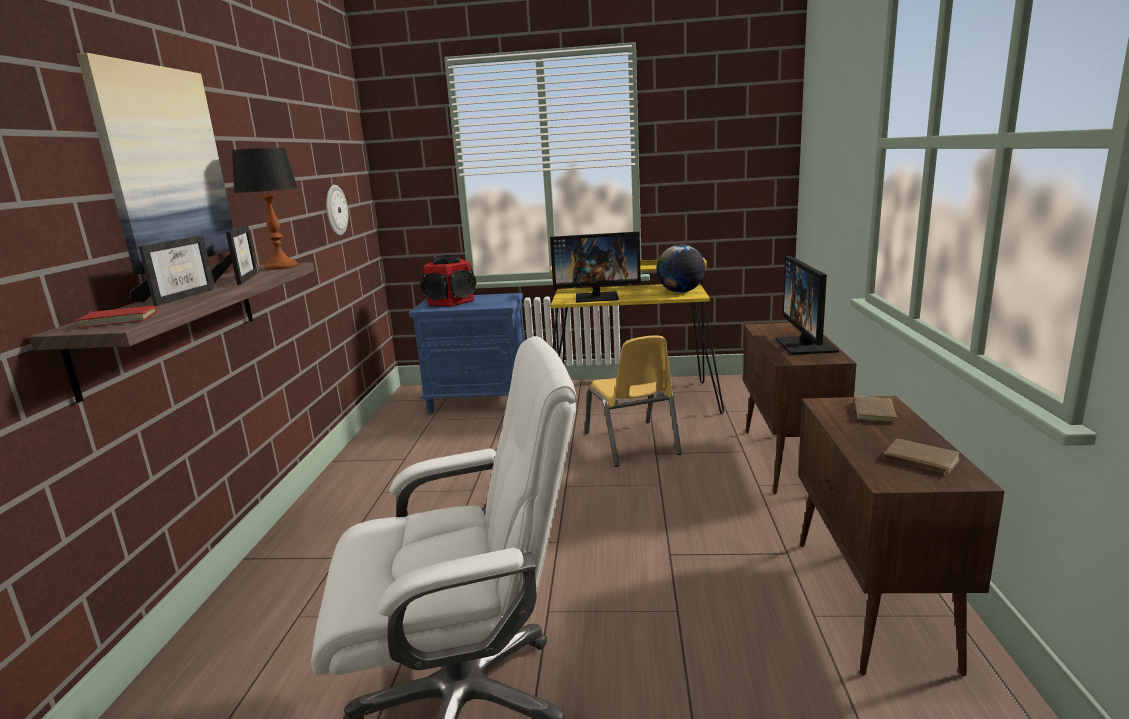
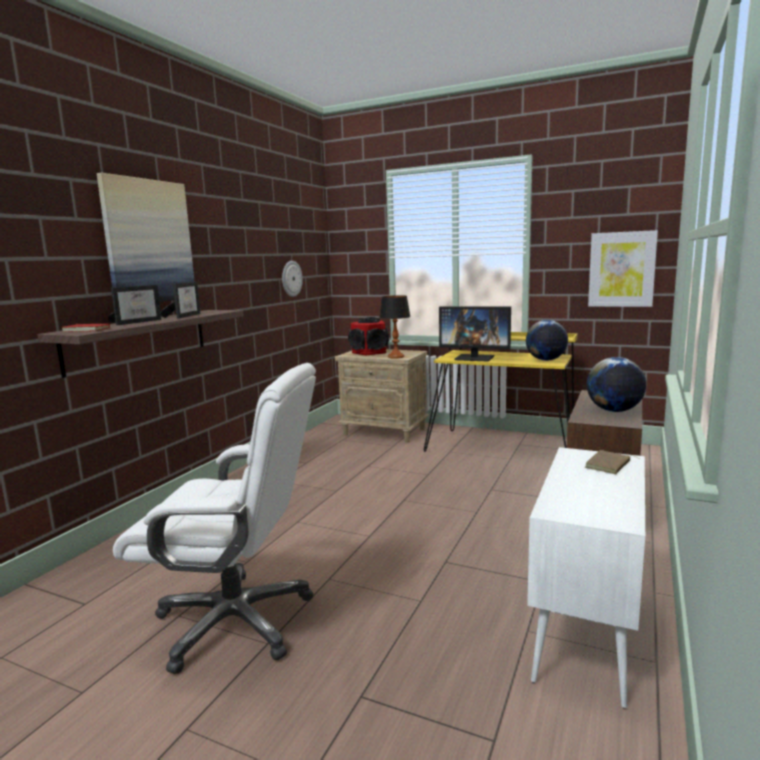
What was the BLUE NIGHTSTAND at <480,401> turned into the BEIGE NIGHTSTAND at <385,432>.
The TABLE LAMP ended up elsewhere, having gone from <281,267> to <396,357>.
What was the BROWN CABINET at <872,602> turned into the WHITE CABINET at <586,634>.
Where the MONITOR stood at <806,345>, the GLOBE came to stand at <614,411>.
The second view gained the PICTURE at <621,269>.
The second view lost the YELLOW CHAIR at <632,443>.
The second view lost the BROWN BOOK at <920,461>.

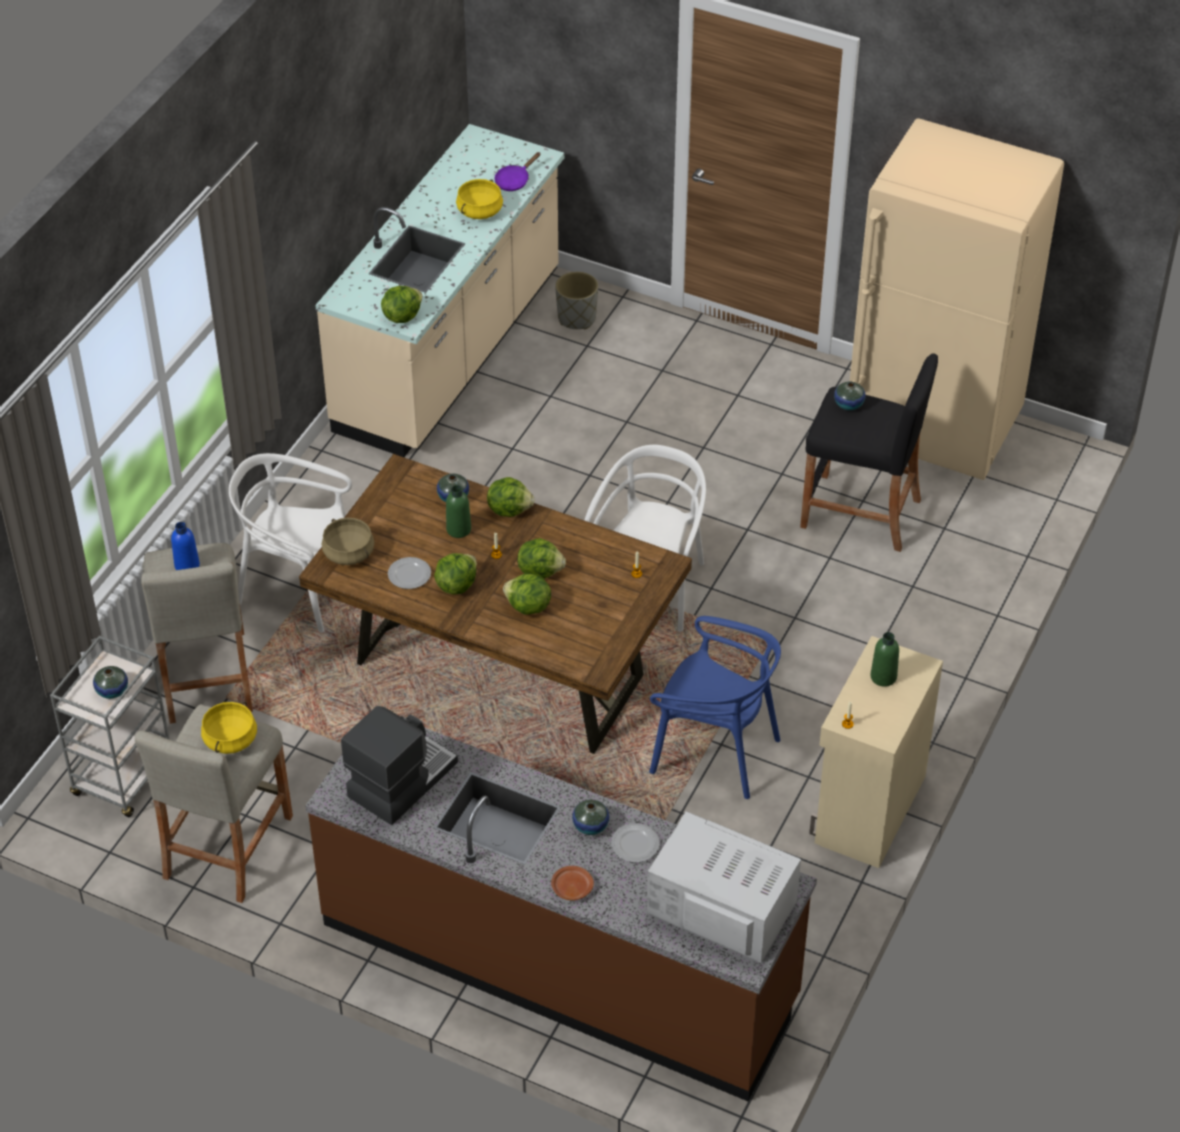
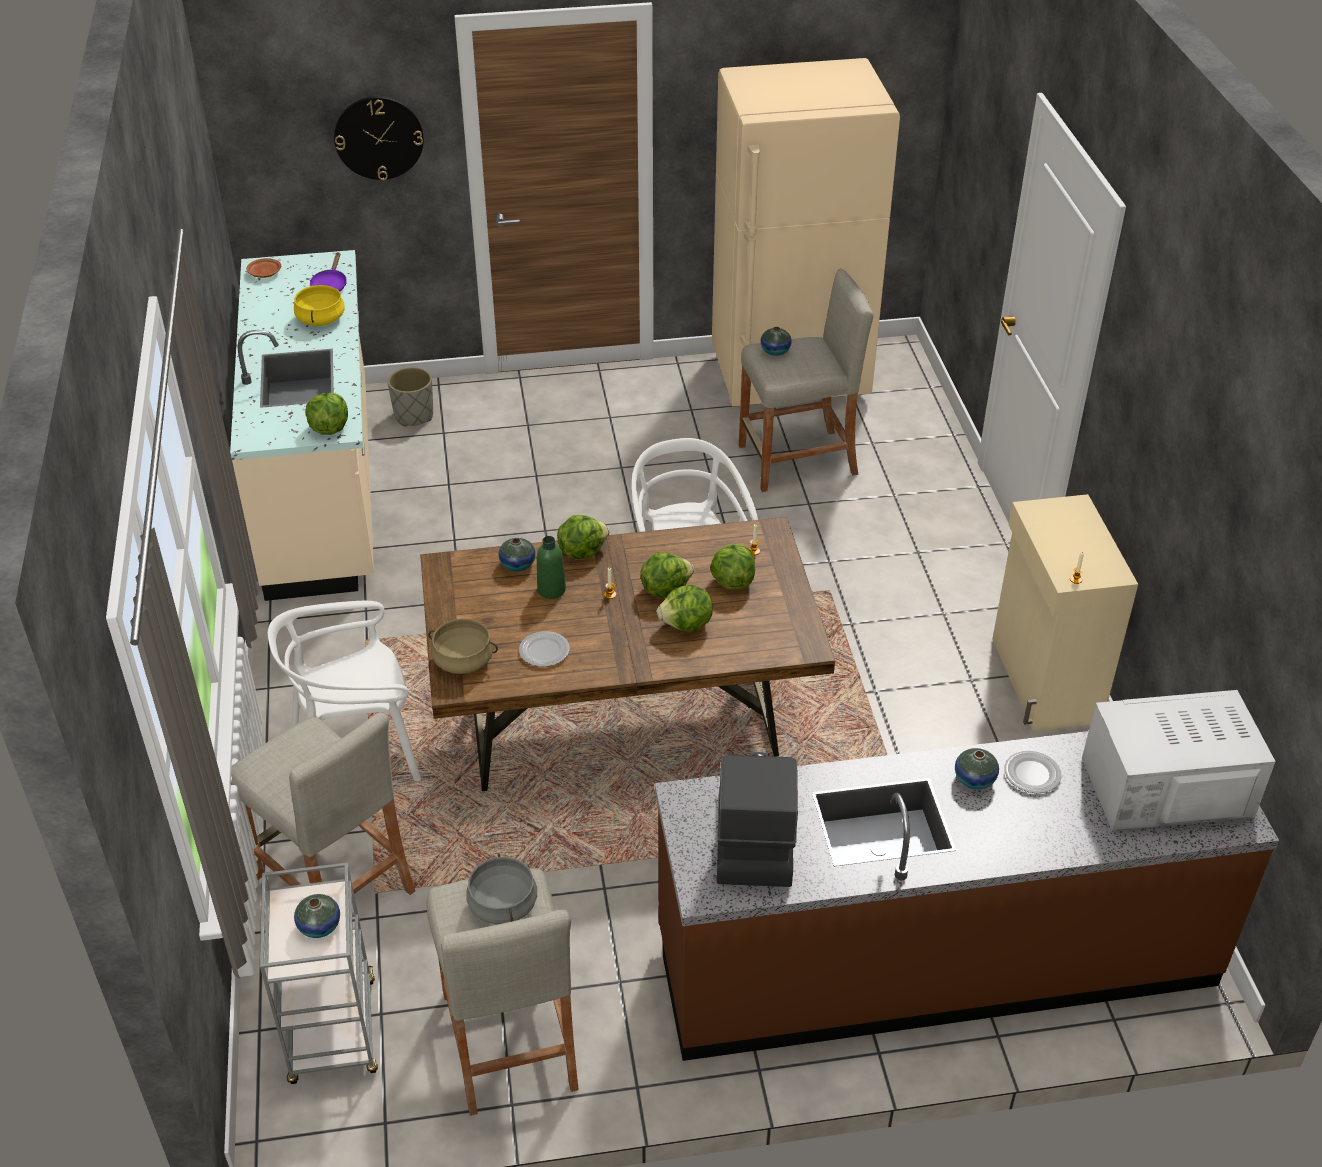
The BROWN PLATE ended up elsewhere, having gone from <571,888> to <264,273>.
The second view gained the WALL CLOCK at <379,137>.
What was the YELLOW COOKING POT at <230,739> turned into the GREY COOKING POT at <503,904>.
The LETTUCE ended up elsewhere, having gone from <456,585> to <732,581>.
What was the BLACK STOOL at <860,513> turned into the BEIGE STOOL at <798,460>.
The second view lost the BLUE BOTTLE at <187,566>.
The second view lost the BLUE CHAIR at <714,752>.
The second view lost the GREEN BOTTLE at <883,677>.

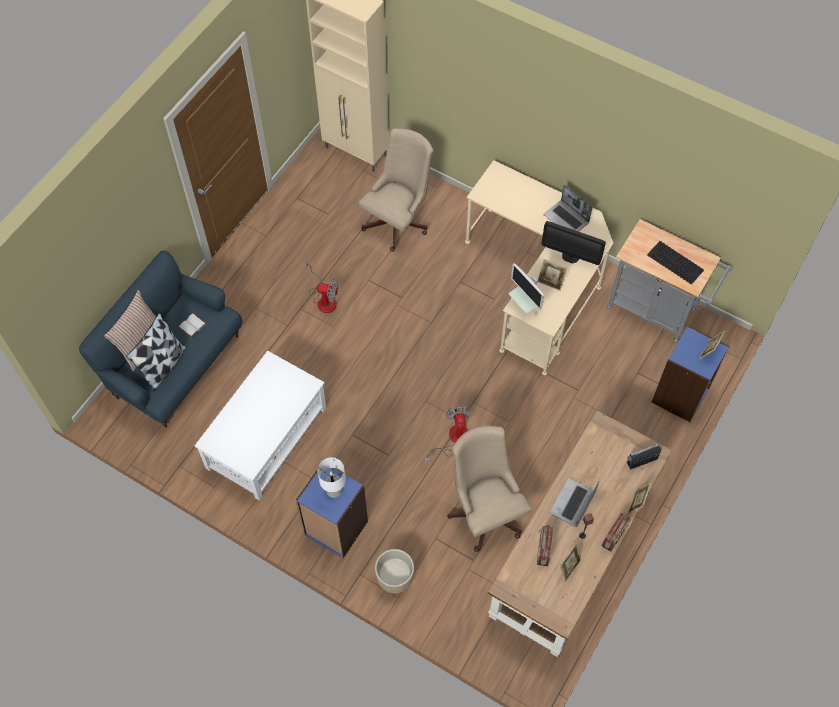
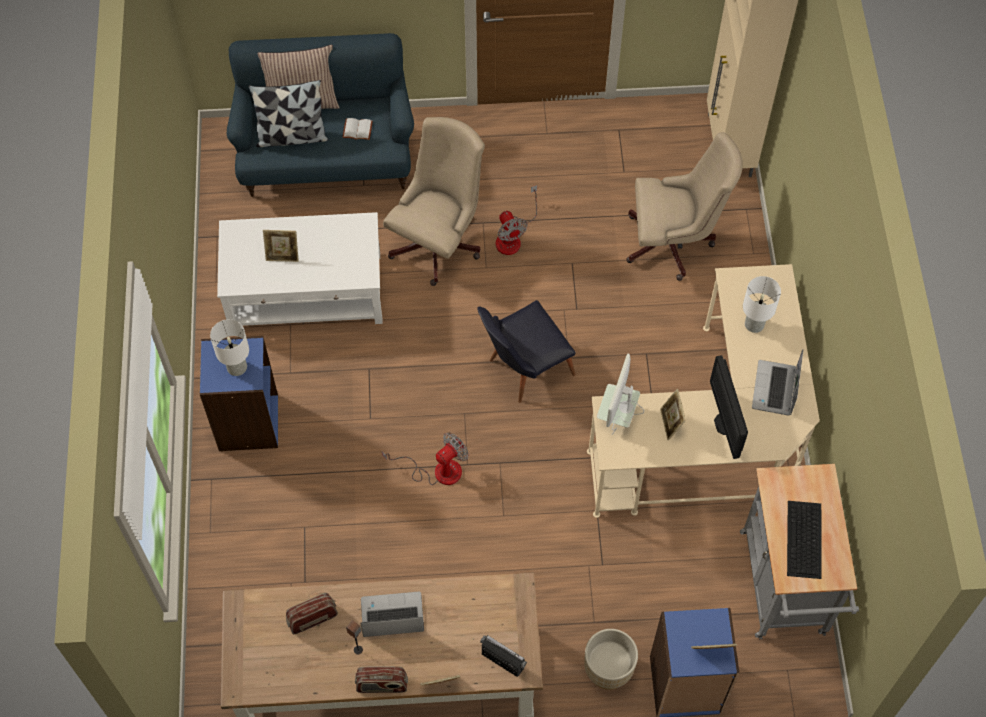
The PICTURE FRAME ended up elsewhere, having gone from <568,567> to <283,256>.
The BEIGE OFFICE CHAIR ended up elsewhere, having gone from <485,511> to <439,241>.
The second view gained the BLACK CHAIR at <523,369>.
The BEIGE PLANTER ended up elsewhere, having gone from <395,579> to <608,669>.
The second view gained the WHITE TABLE LAMP at <754,324>.

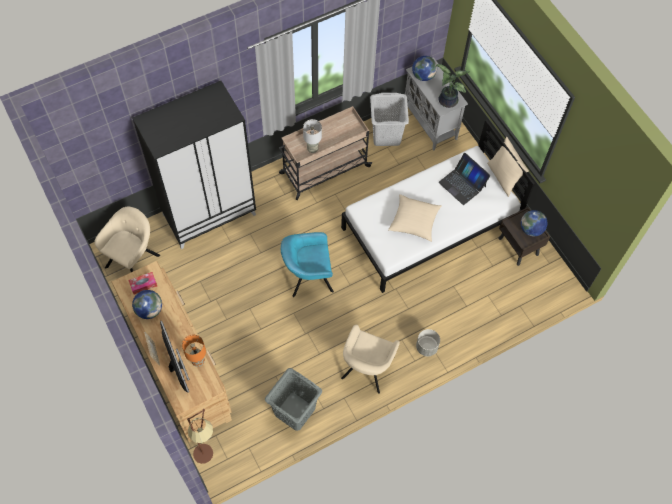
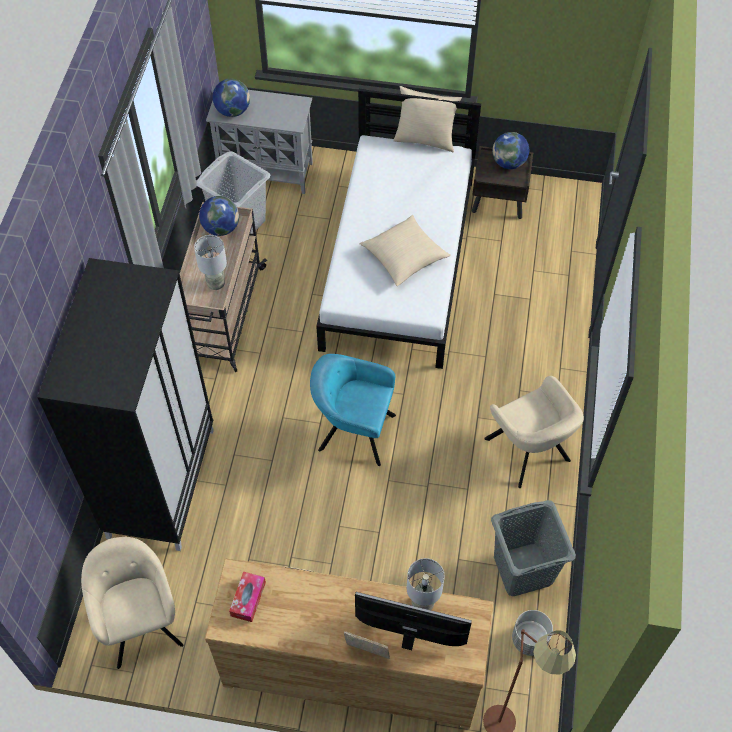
The GLOBE ended up elsewhere, having gone from <149,310> to <221,228>.
The TURQUOISE ARMCHAIR at <308,277> ended up facing another way, 75 degrees clockwise from before.
What was the ORANGE TABLE LAMP at <198,361> turned into the GREY TABLE LAMP at <423,604>.
The GREY PLANTER ended up elsewhere, having gone from <426,347> to <530,639>.
The second view lost the POTTED PLANT at <446,101>.
The second view lost the LAPTOP at <462,184>.

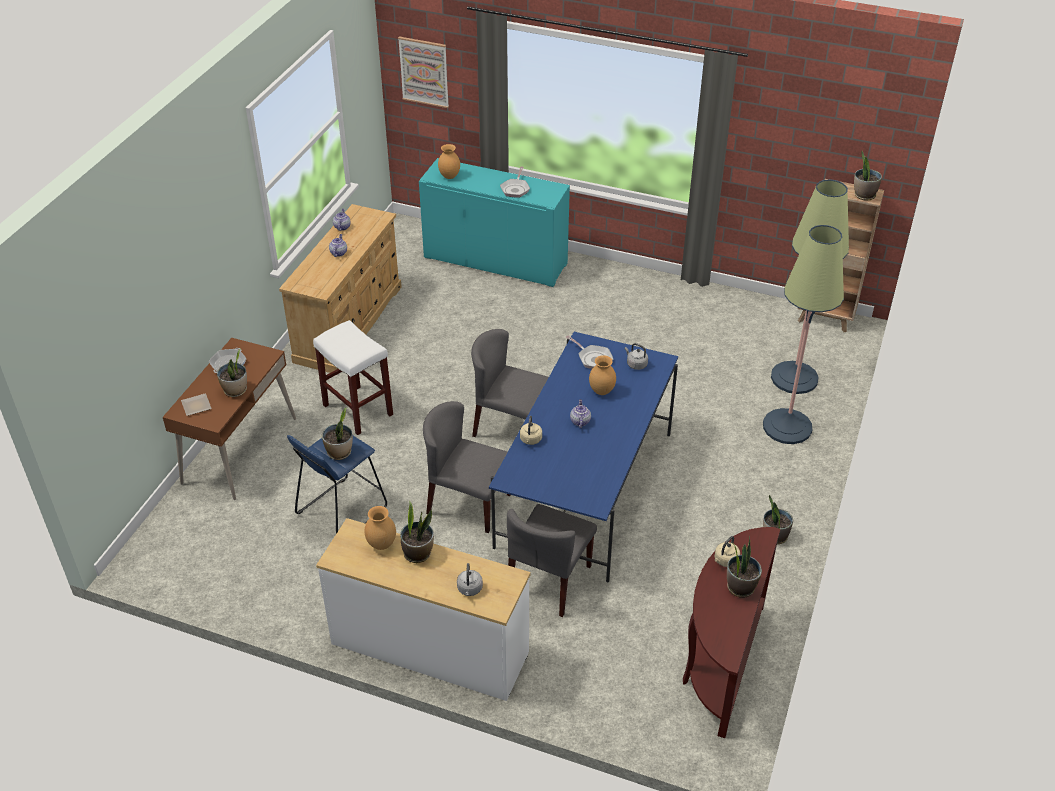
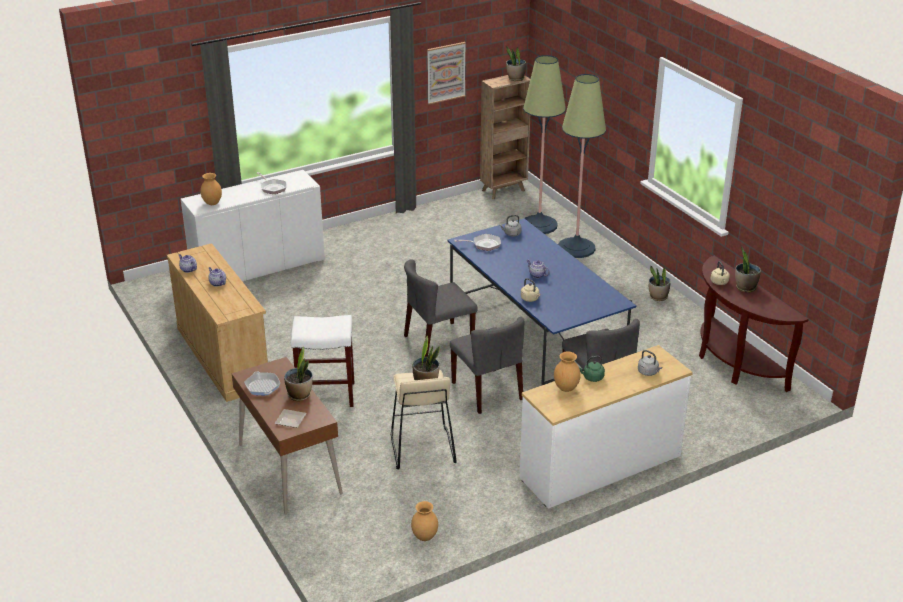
What was the TURQUOISE CABINET at <495,261> turned into the WHITE CABINET at <258,267>.
What was the BLUE STOOL at <341,510> turned into the BEIGE STOOL at <421,448>.
The BROWN VASE ended up elsewhere, having gone from <601,391> to <424,537>.
The PICTURE ended up elsewhere, having gone from <424,72> to <446,72>.
The GREY CHAIR at <468,503> ended up facing another way, 90 degrees counterclockwise from before.
Where the POTTED PLANT stood at <418,553>, the GREEN KETTLE came to stand at <592,378>.

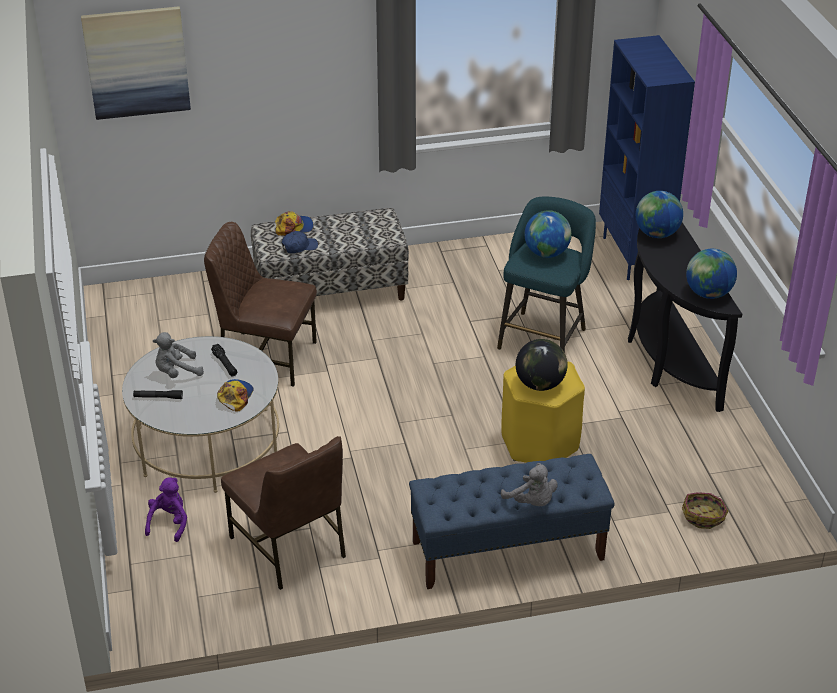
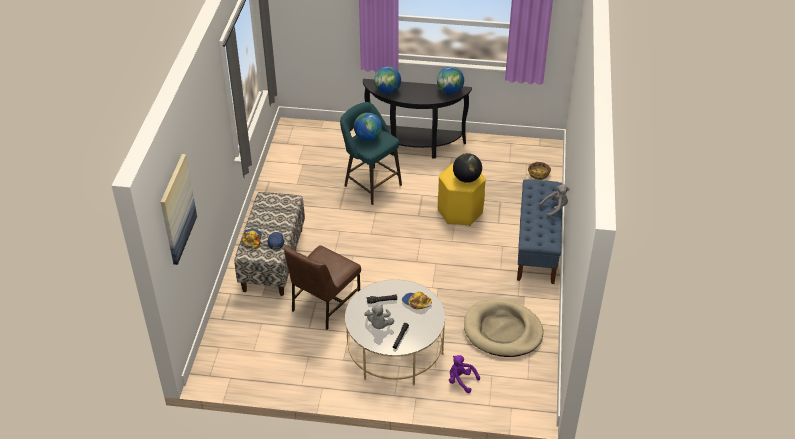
Where the BROWN CHAIR stood at <289,547>, the BEIGE DOG BED came to stand at <502,331>.
The second view lost the BLUE BOOKCASE at <634,256>.

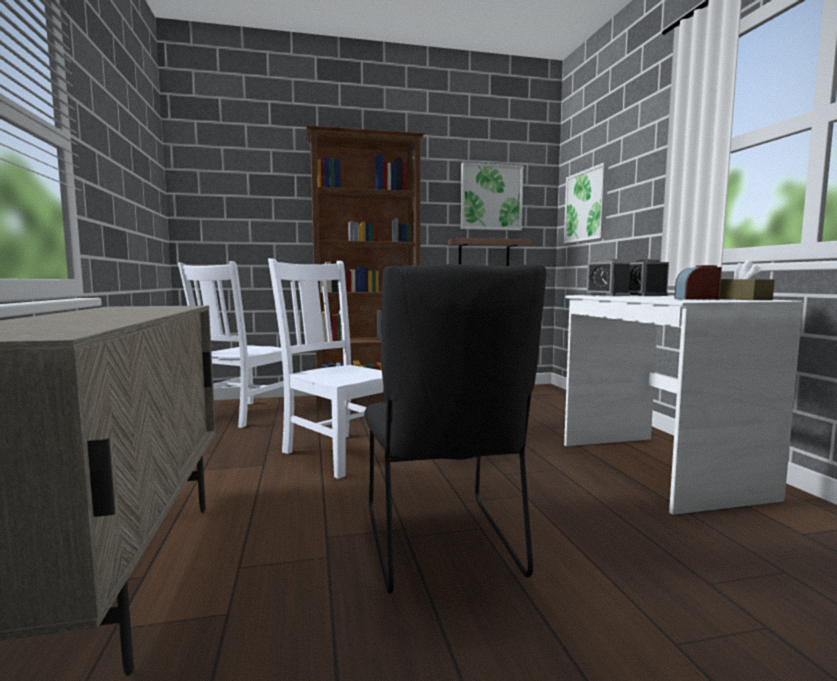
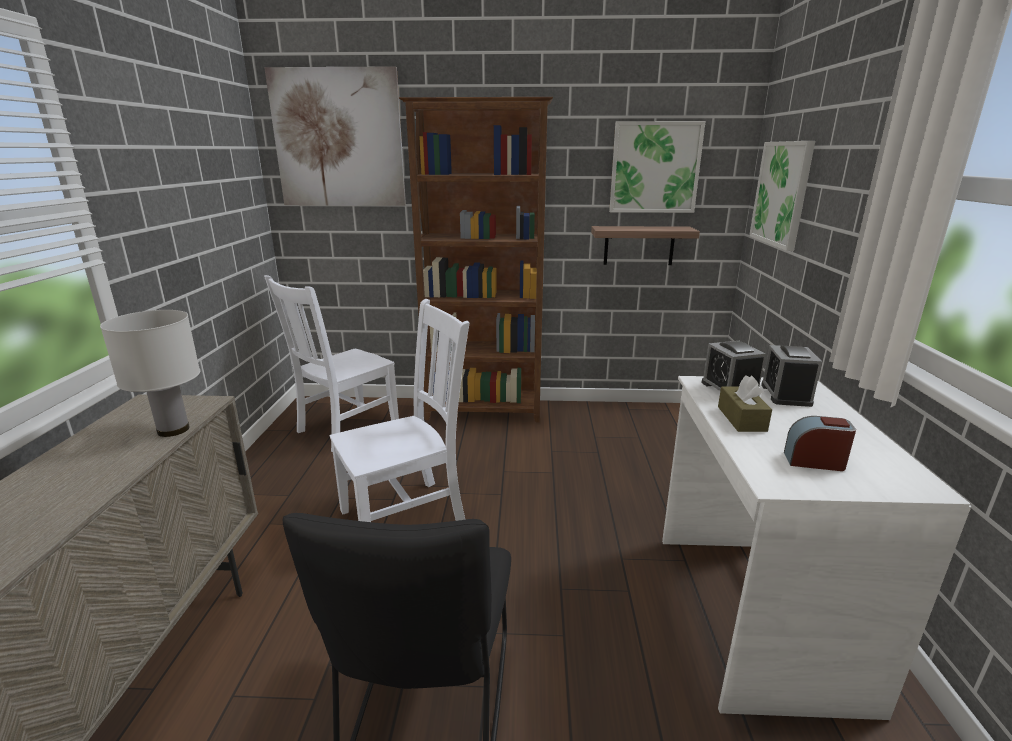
The second view gained the WHITE TABLE LAMP at <174,429>.
The second view gained the PICTURE at <338,139>.
The WHITE CHAIR at <339,453> ended up facing another way, 90 degrees clockwise from before.
The BROWN TISSUE BOX ended up elsewhere, having gone from <742,299> to <741,419>.

